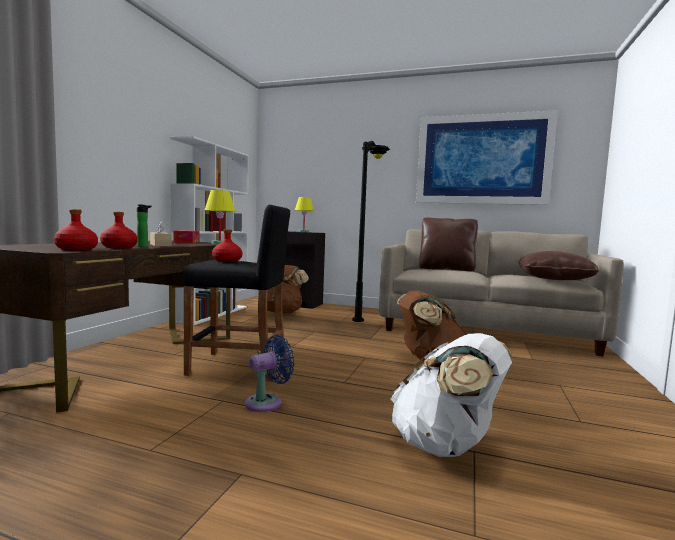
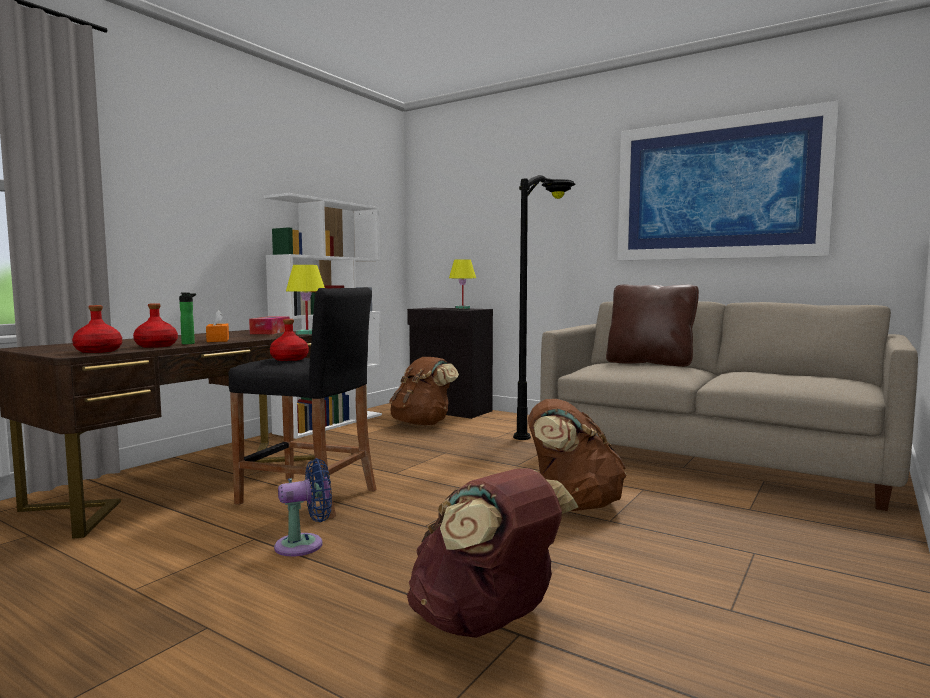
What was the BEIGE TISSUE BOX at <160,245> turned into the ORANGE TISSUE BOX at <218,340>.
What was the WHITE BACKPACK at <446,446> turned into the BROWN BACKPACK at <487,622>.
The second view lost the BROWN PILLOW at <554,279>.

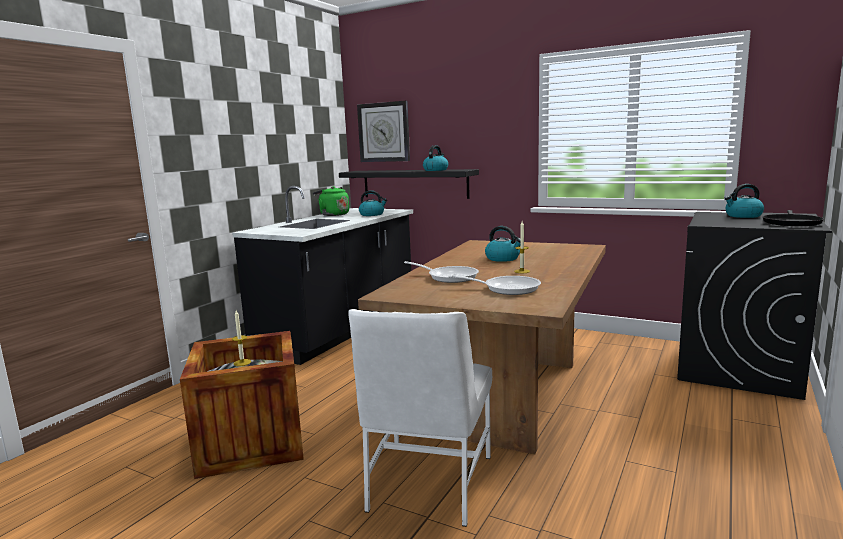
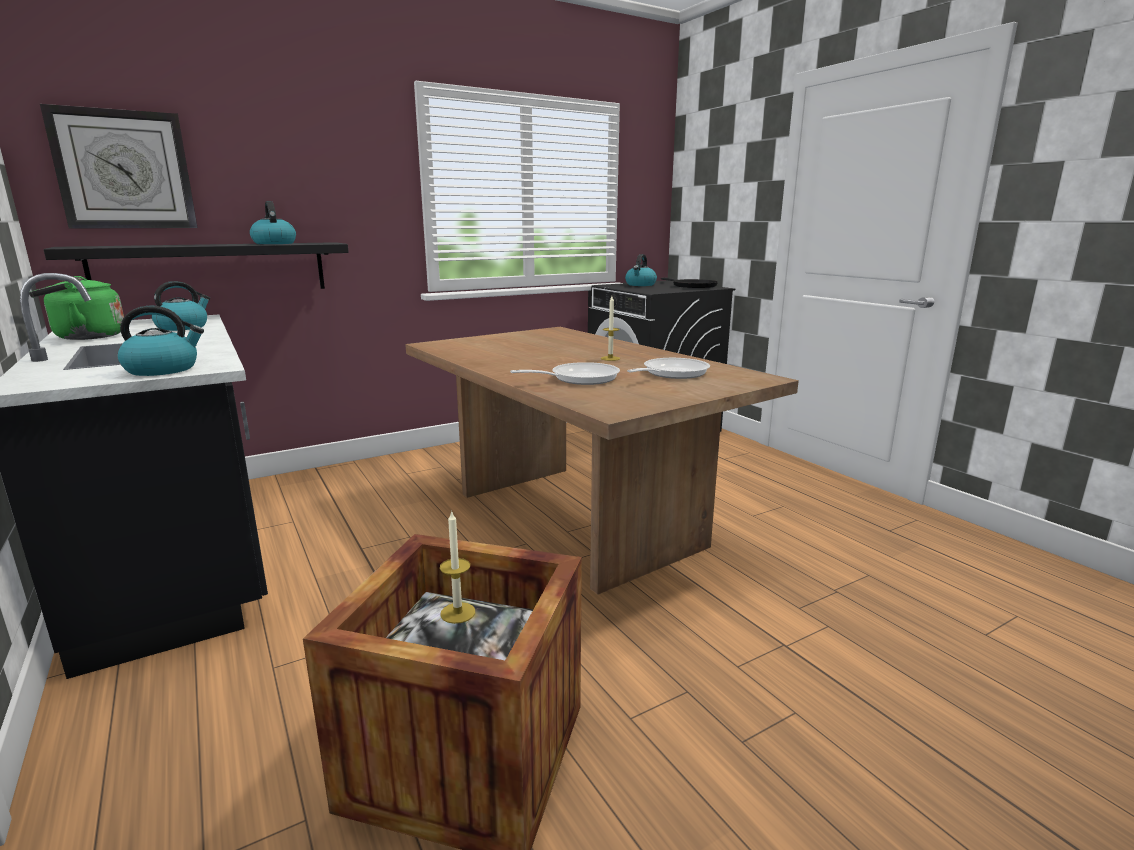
The KETTLE ended up elsewhere, having gone from <503,258> to <163,369>.
The second view lost the WHITE CHAIR at <428,483>.

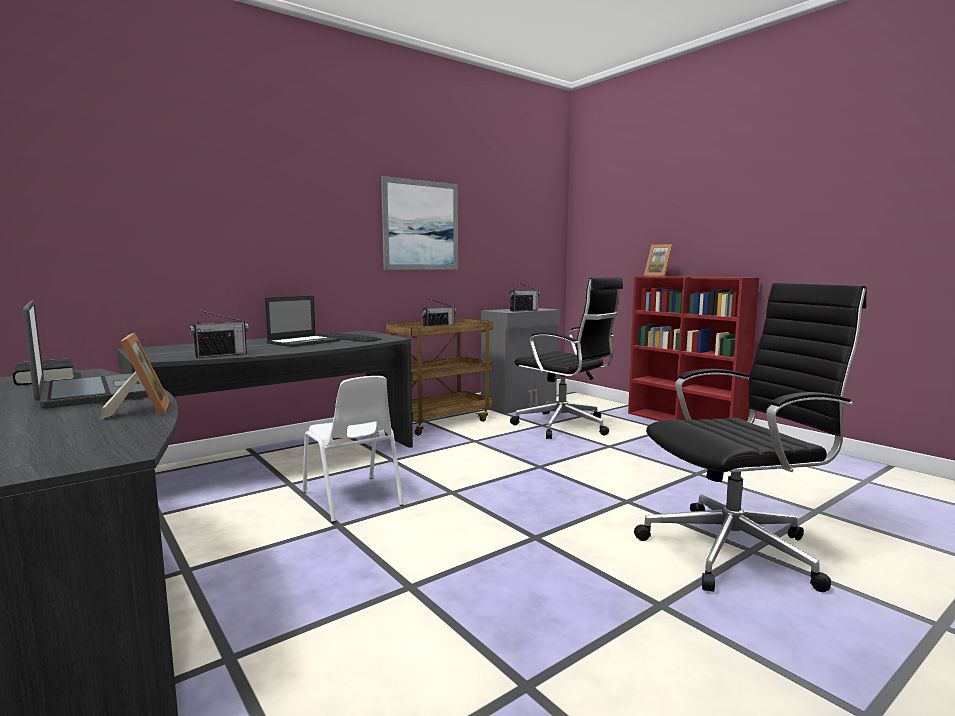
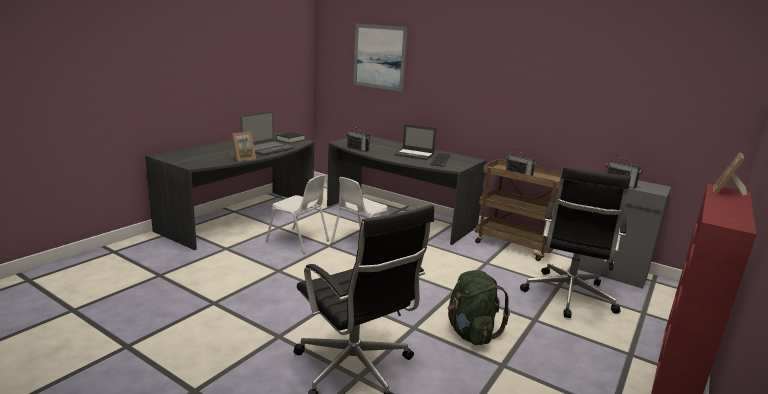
The second view gained the WHITE CHAIR at <298,241>.
The PICTURE ended up elsewhere, having gone from <421,225> to <379,57>.
The second view gained the GREEN BACKPACK at <470,333>.

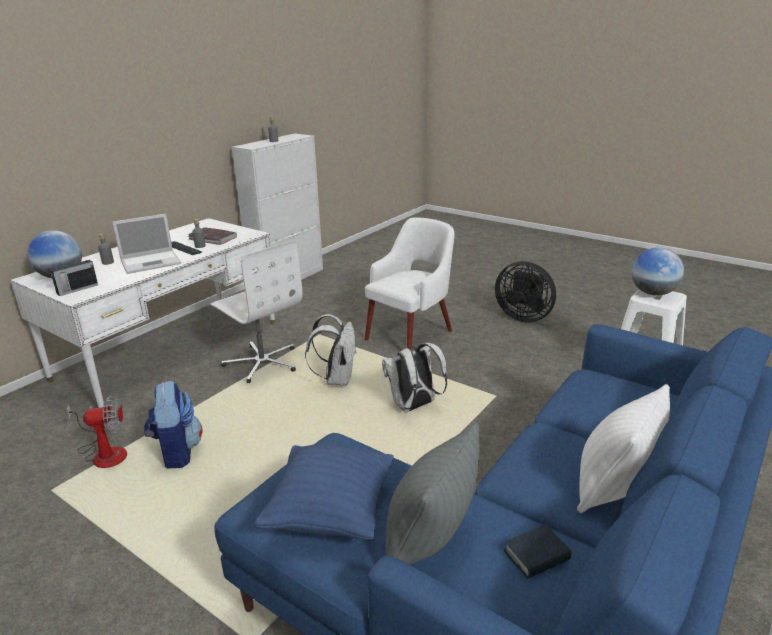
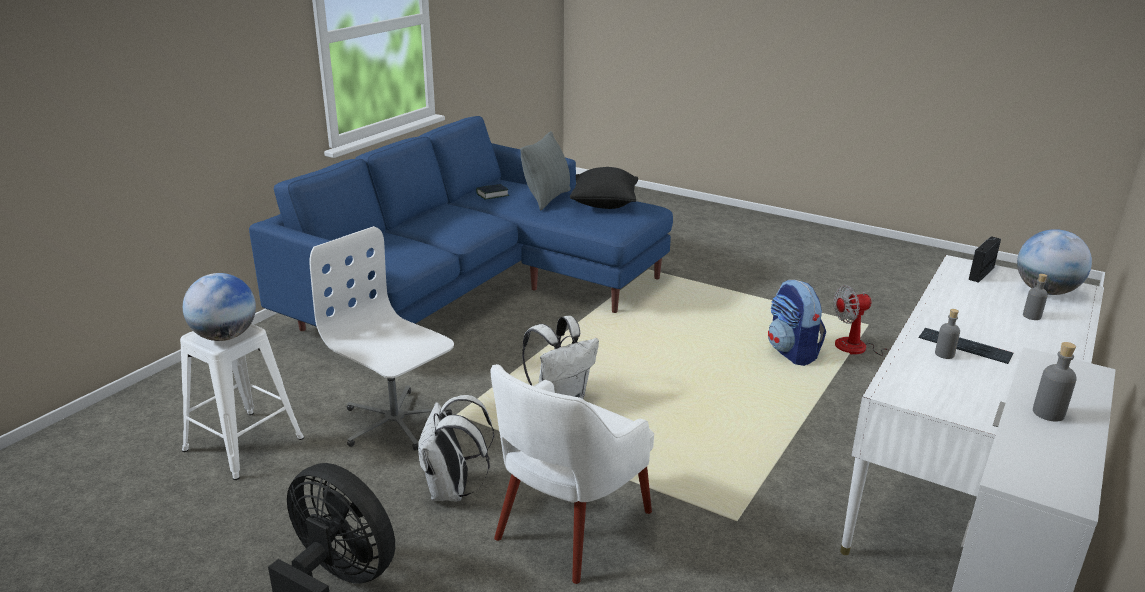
The WHITE OFFICE CHAIR ended up elsewhere, having gone from <262,362> to <394,422>.
The WHITE BACKPACK ended up elsewhere, having gone from <337,379> to <452,491>.
What was the BLUE PILLOW at <330,513> turned into the BLACK PILLOW at <604,205>.
The second view lost the LAPTOP at <152,262>.
The second view lost the BOOK at <213,238>.
The second view lost the WHITE PILLOW at <614,487>.

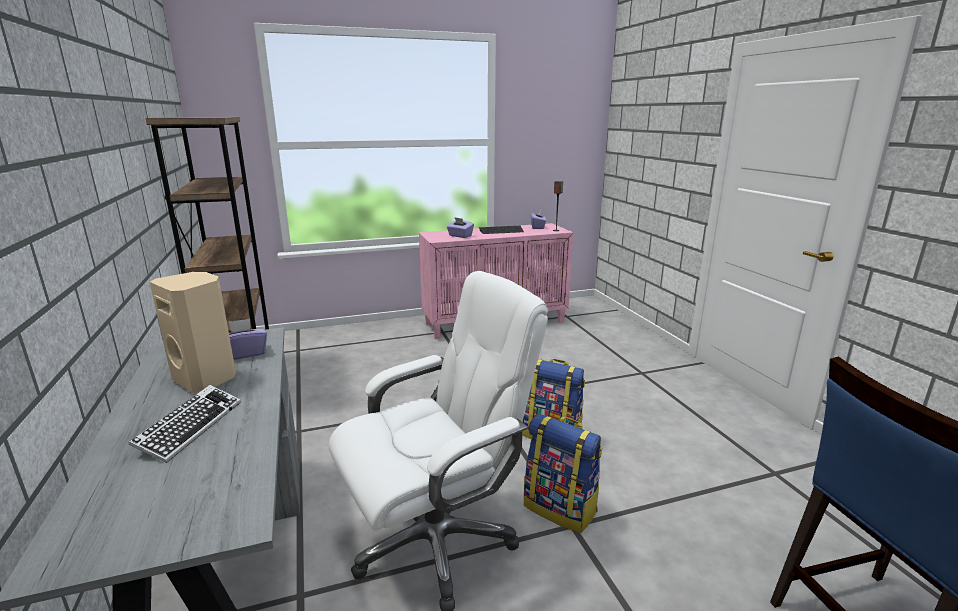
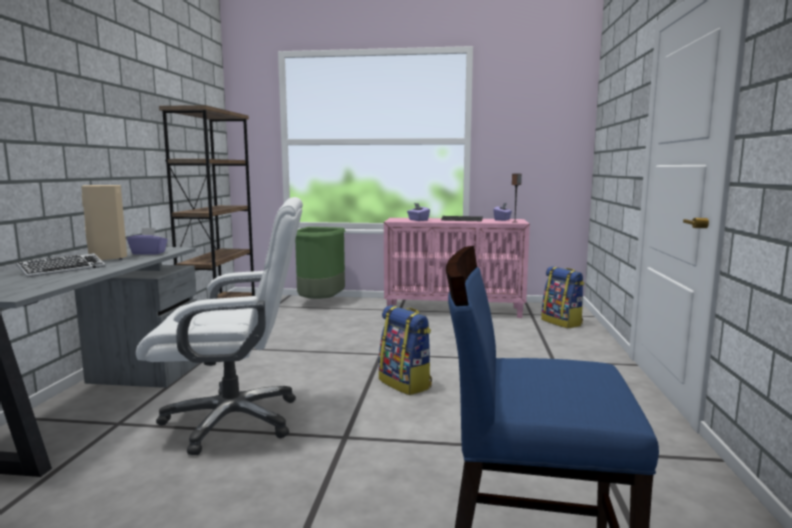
The second view gained the GREEN TRASH CAN at <320,303>.
The BACKPACK ended up elsewhere, having gone from <561,508> to <562,322>.

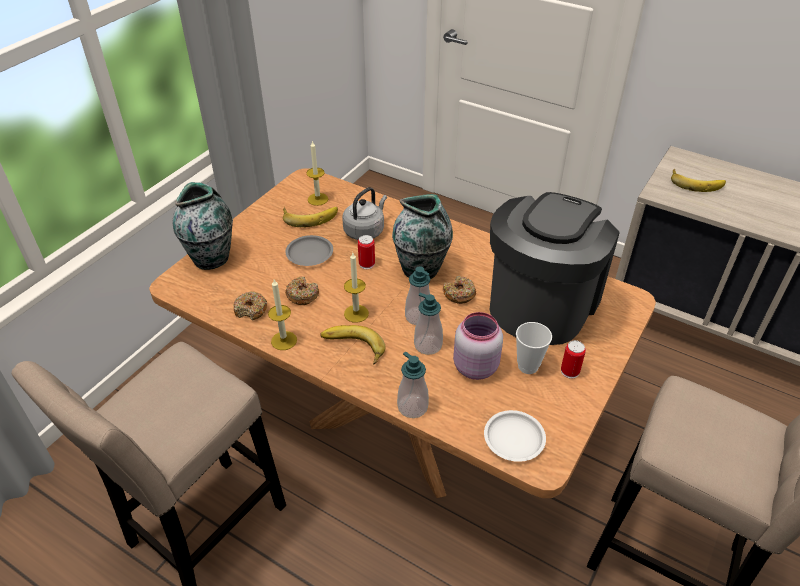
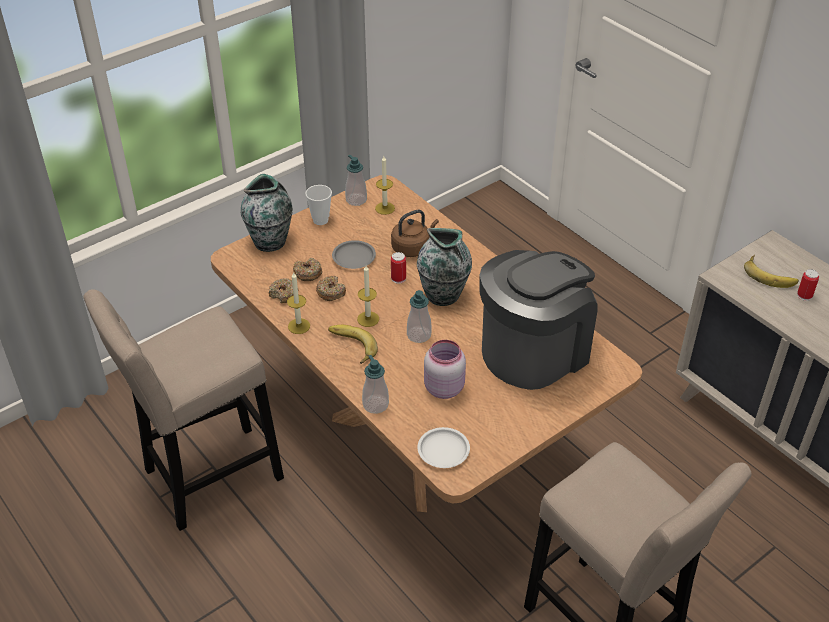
The DONUT ended up elsewhere, having gone from <459,294> to <307,273>.
The CUP ended up elsewhere, having gone from <528,366> to <320,220>.
The SOAP DISPENSER ended up elsewhere, having gone from <428,345> to <356,200>.
What was the GREY KETTLE at <365,230> turned into the BROWN KETTLE at <412,248>.
The CAN ended up elsewhere, having gone from <570,371> to <804,295>.
The second view lost the BANANA at <310,216>.

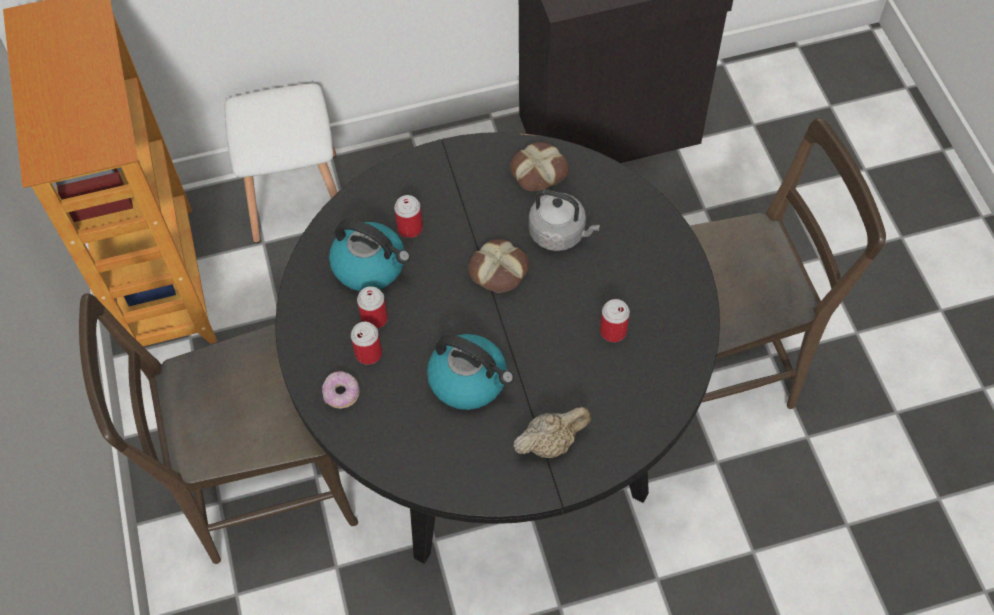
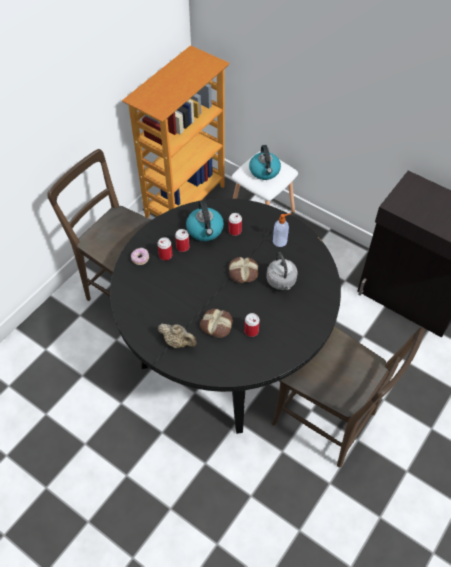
The BREAD ended up elsewhere, having gone from <538,170> to <217,325>.
The KETTLE ended up elsewhere, having gone from <469,380> to <265,171>.
The second view gained the SOAP DISPENSER at <280,241>.

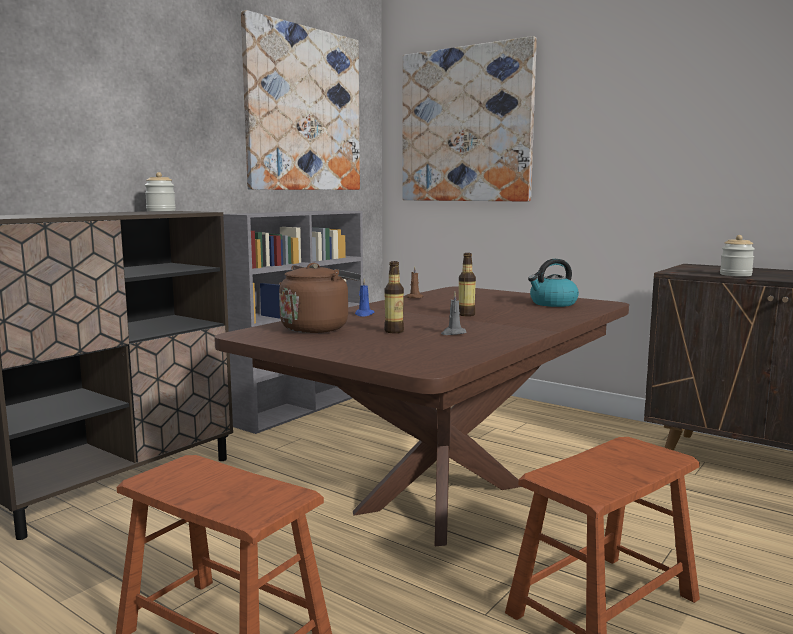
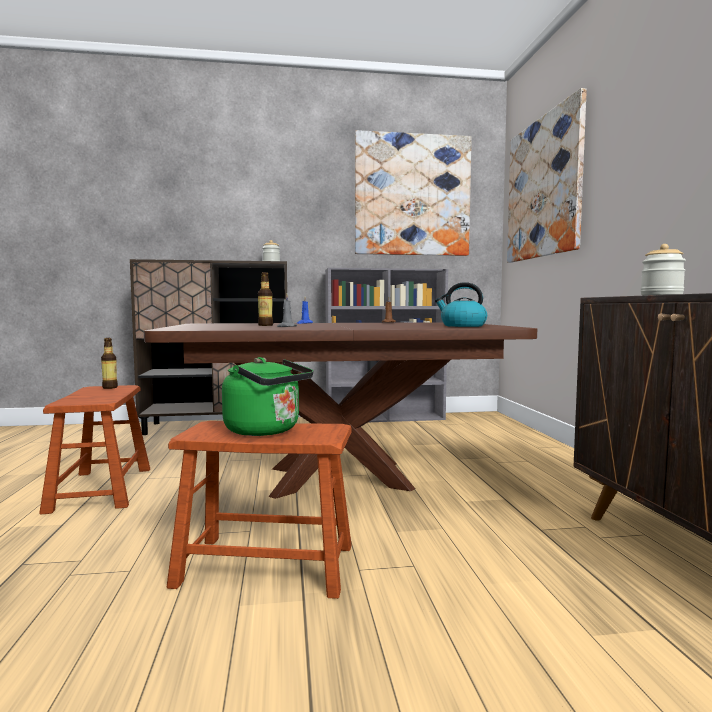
The BOTTLE ended up elsewhere, having gone from <466,314> to <110,387>.
The second view gained the GREEN KETTLE at <266,430>.
The second view lost the BROWN KETTLE at <317,328>.

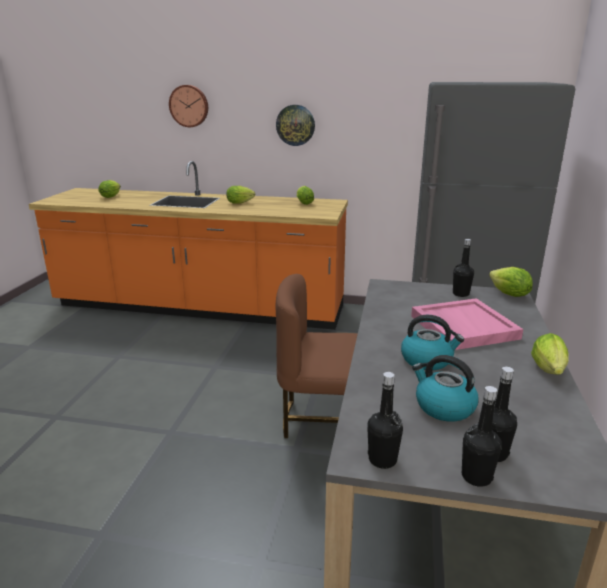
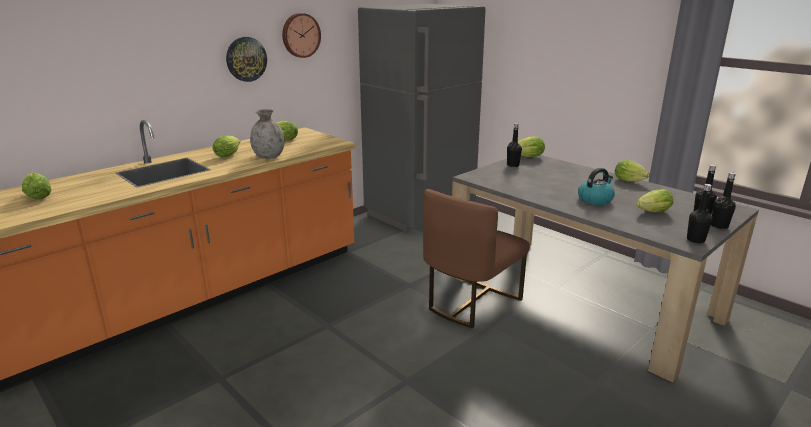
The second view gained the GREY VASE at <269,156>.
The WALL CLOCK ended up elsewhere, having gone from <189,106> to <300,35>.
Where the KETTLE stood at <443,407>, the LETTUCE came to stand at <651,212>.
The second view lost the PINK TRAY at <462,327>.

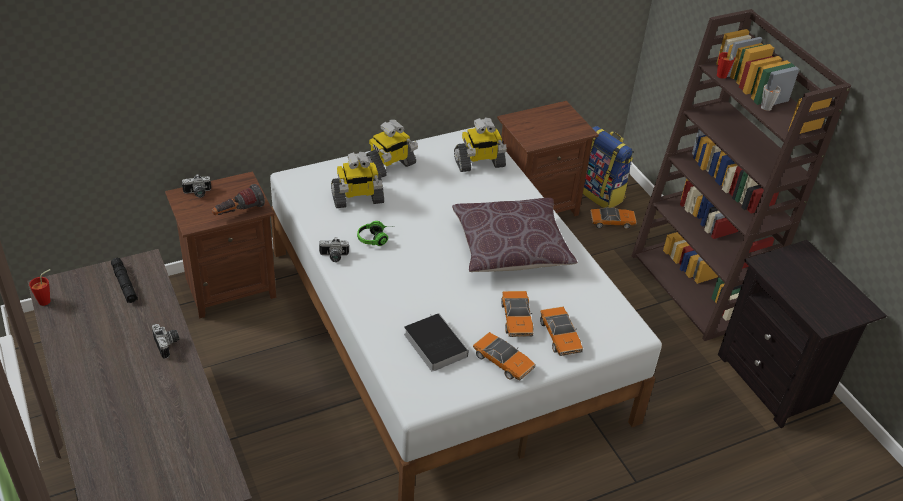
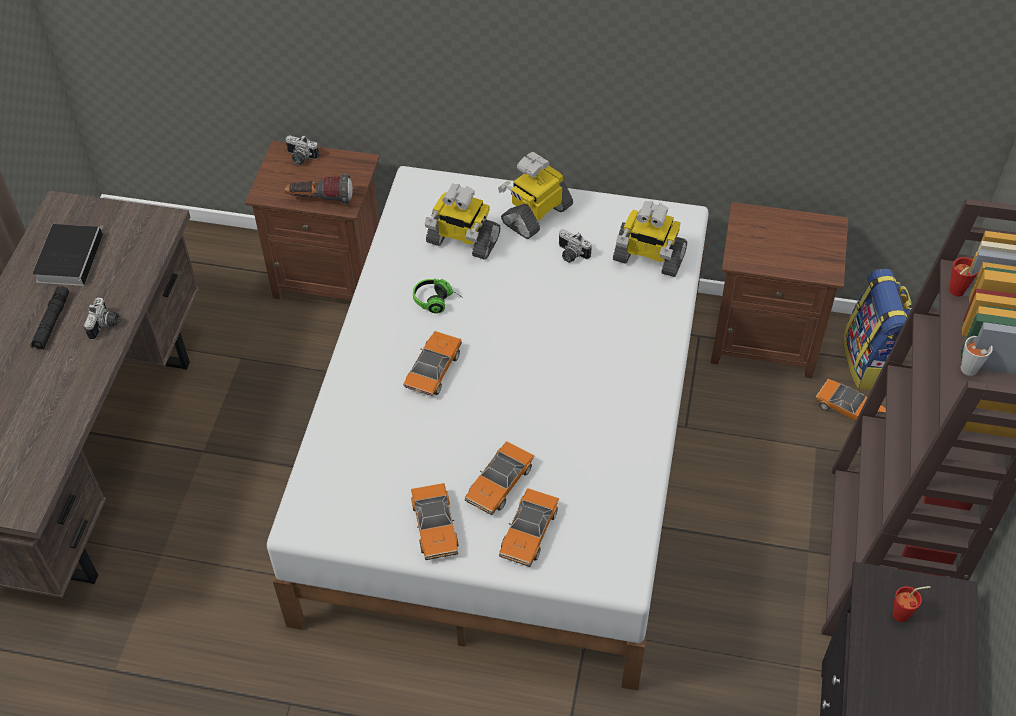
The BLACK FLASHLIGHT ended up elsewhere, having gone from <125,284> to <52,322>.
The BOOK ended up elsewhere, having gone from <433,344> to <69,256>.
The second view gained the TOY CAR at <433,369>.
The TOY ROBOT at <389,166> ended up facing another way, 135 degrees clockwise from before.
The PHOTO CAMERA ended up elsewhere, having gone from <333,257> to <571,255>.
The RED CUP ended up elsewhere, having gone from <47,300> to <904,614>.
The second view lost the BROWN PILLOW at <511,247>.

